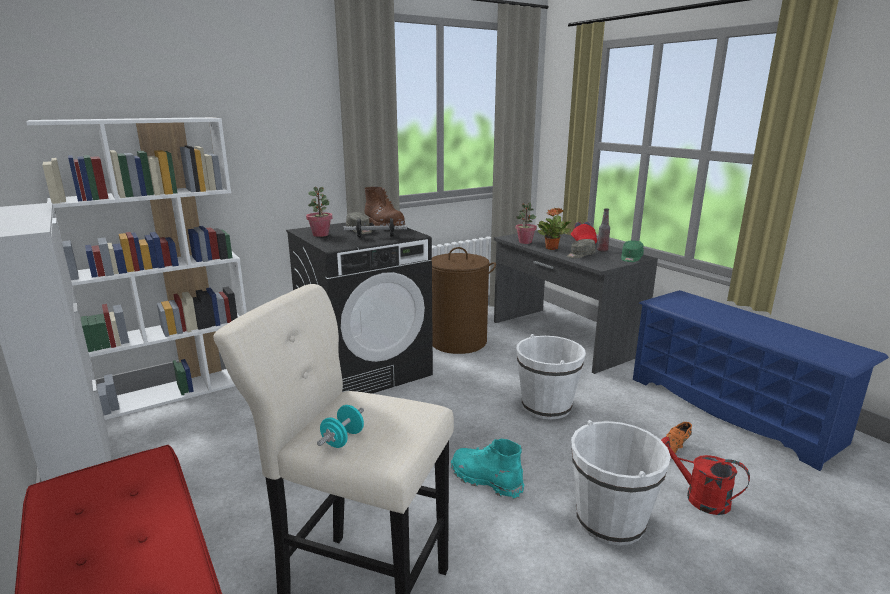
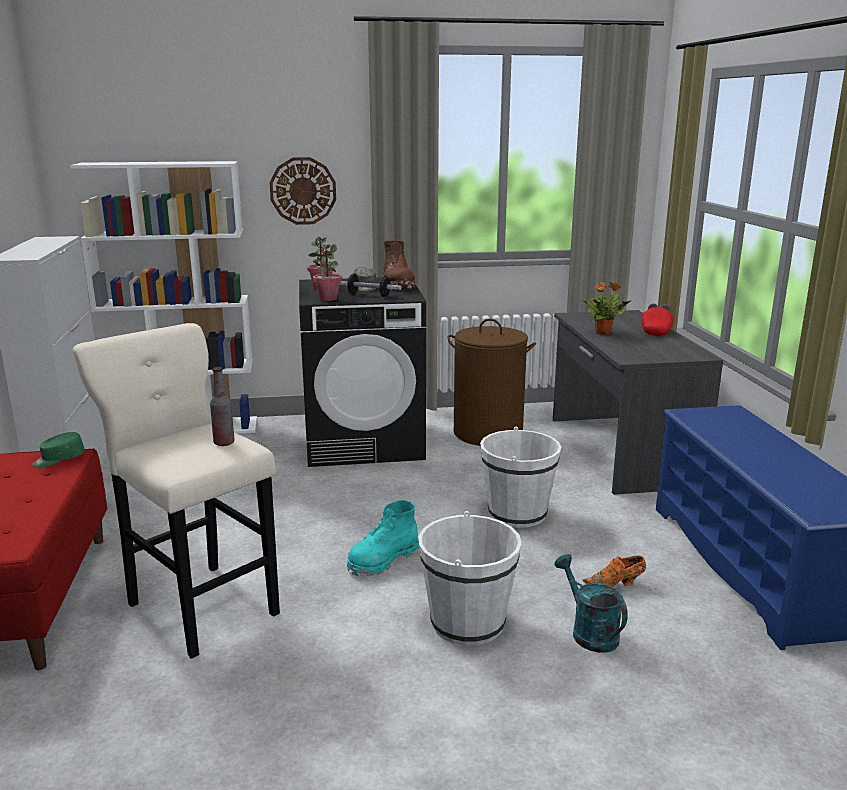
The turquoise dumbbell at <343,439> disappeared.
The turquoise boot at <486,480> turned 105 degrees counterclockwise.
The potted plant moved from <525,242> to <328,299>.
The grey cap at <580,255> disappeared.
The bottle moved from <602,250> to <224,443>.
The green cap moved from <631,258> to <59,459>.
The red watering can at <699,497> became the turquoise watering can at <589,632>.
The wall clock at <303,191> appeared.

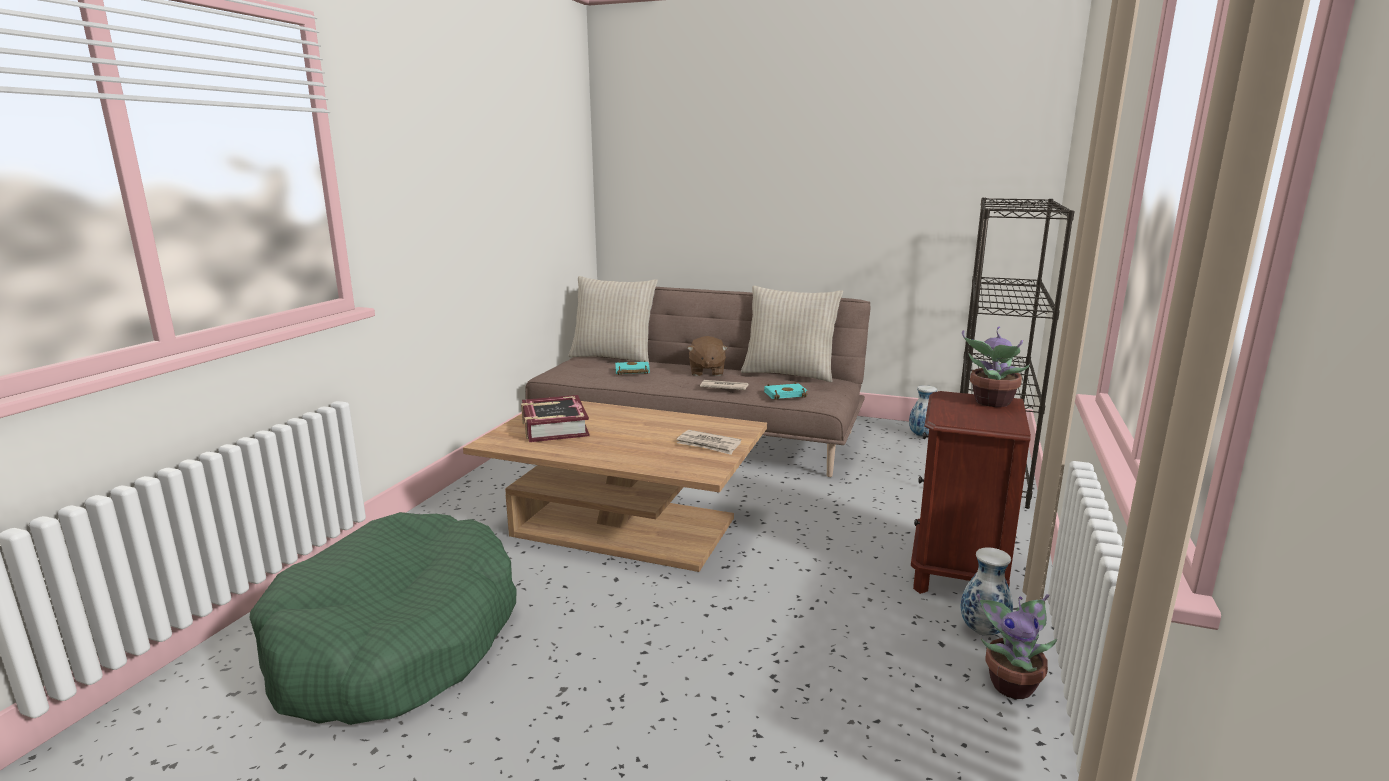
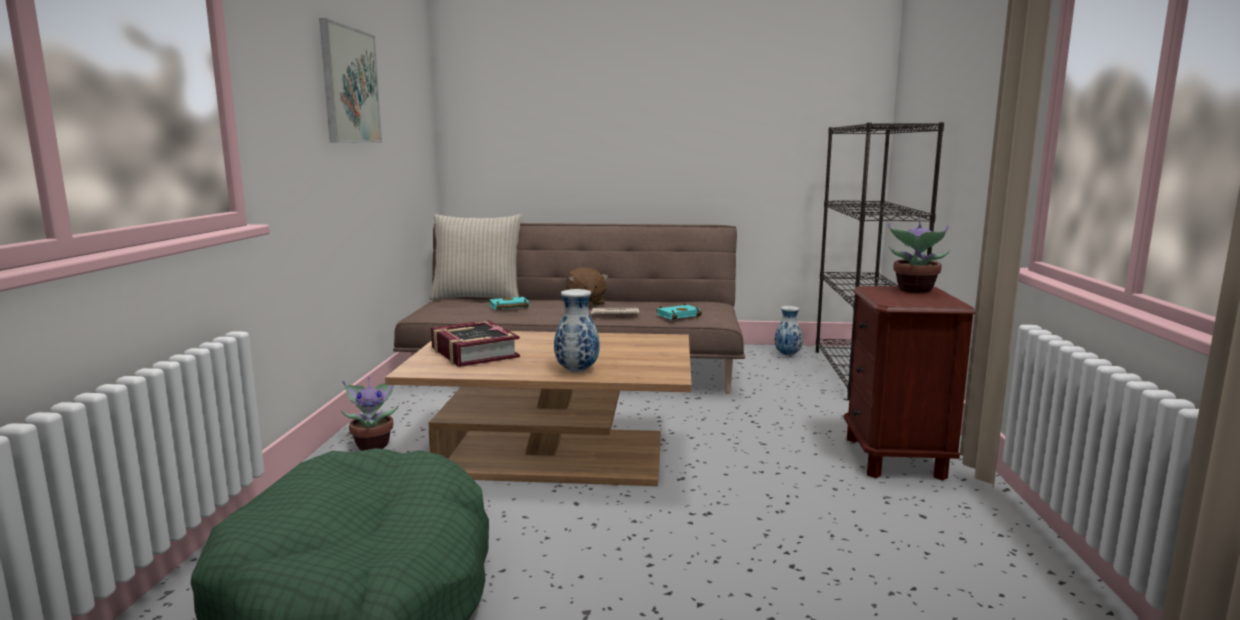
The newspaper at <708,445> disappeared.
The beige pillow at <789,373> disappeared.
The vase moved from <982,630> to <576,370>.
The potted plant moved from <1011,684> to <373,445>.
The picture at <350,86> appeared.

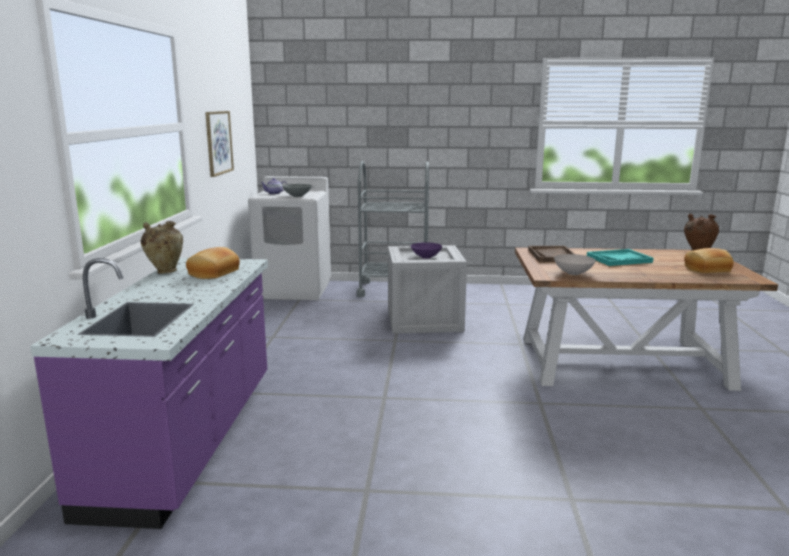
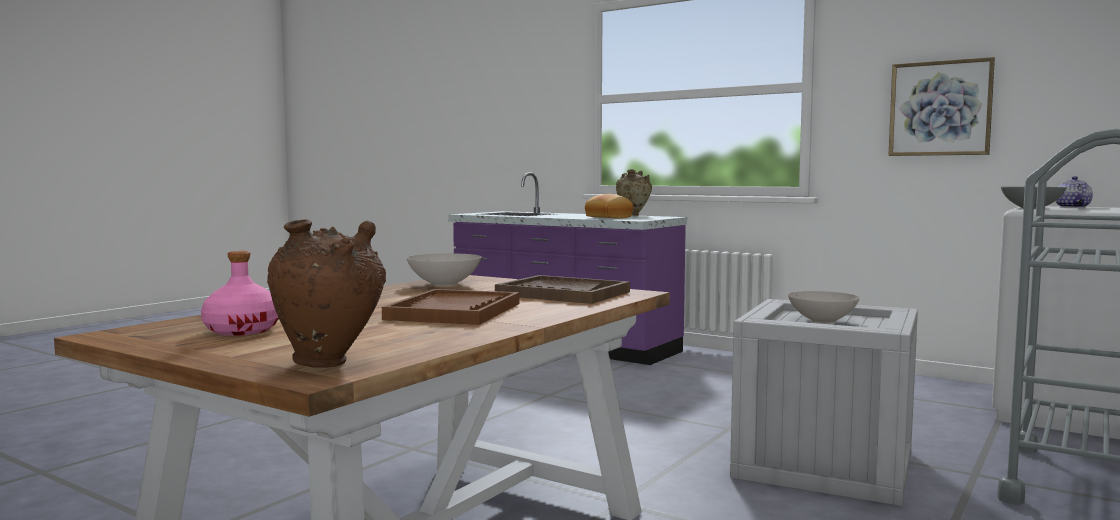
The purple bowl at <425,257> became the white bowl at <822,321>.
The turquoise tray at <619,259> became the brown tray at <454,311>.
The bread at <707,270> was replaced by the pink bottle at <242,330>.

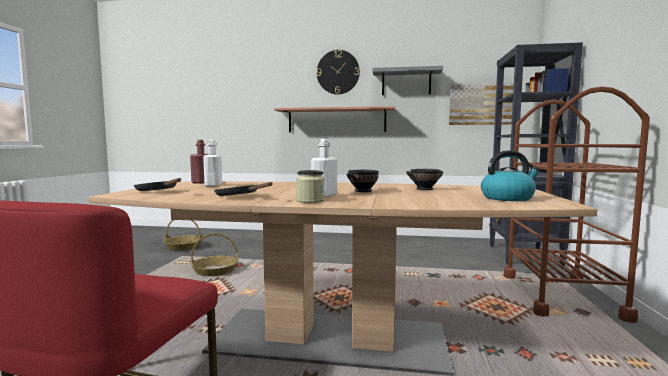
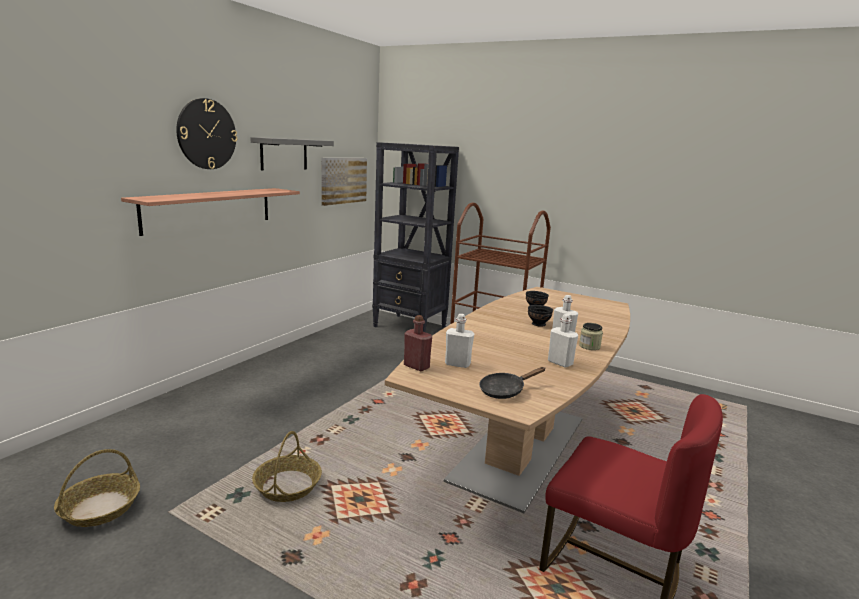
The black frying pan at <240,197> was replaced by the white bottle at <560,363>.
The kettle at <508,198> disappeared.

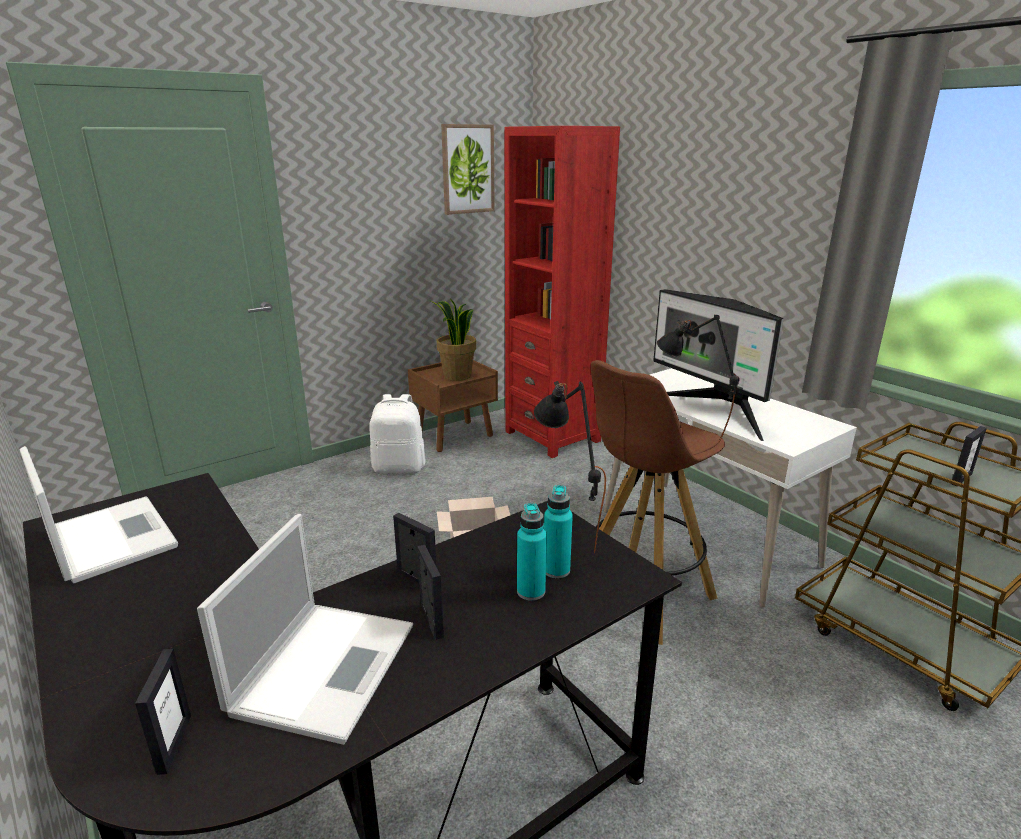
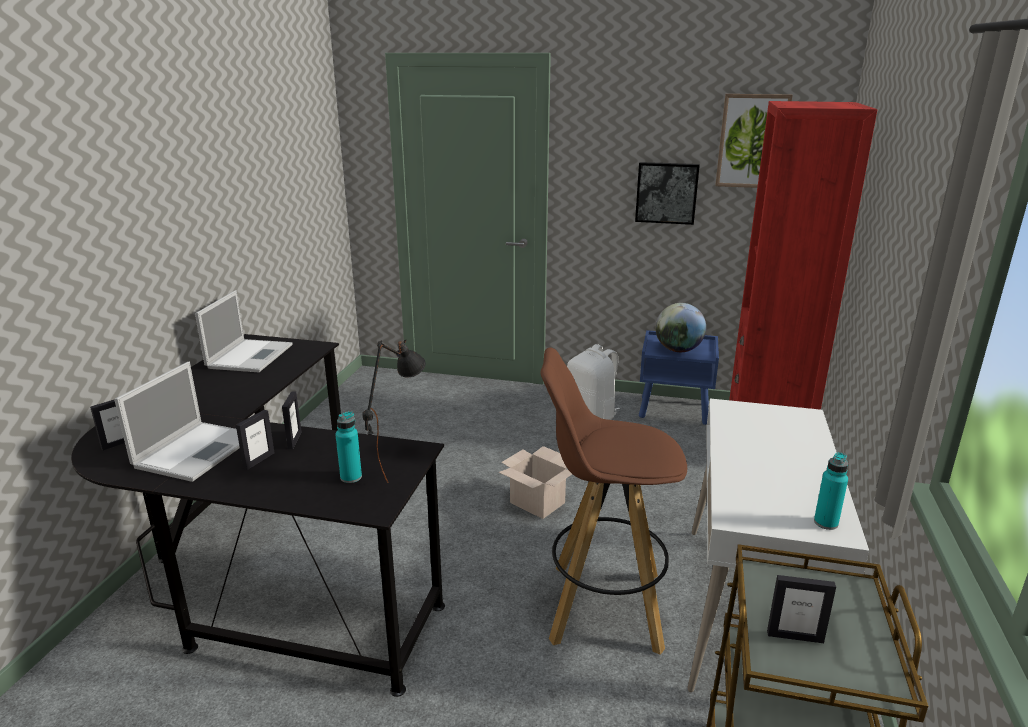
The laptop at <326,665> turned 45 degrees counterclockwise.
The brown nightstand at <455,436> became the blue nightstand at <675,410>.
The potted plant at <457,376> was replaced by the globe at <678,350>.
The turquoise bottle moved from <531,591> to <825,523>.
The monitor at <715,411> disappeared.
The black table lamp at <687,438> disappeared.
The picture at <666,192> appeared.

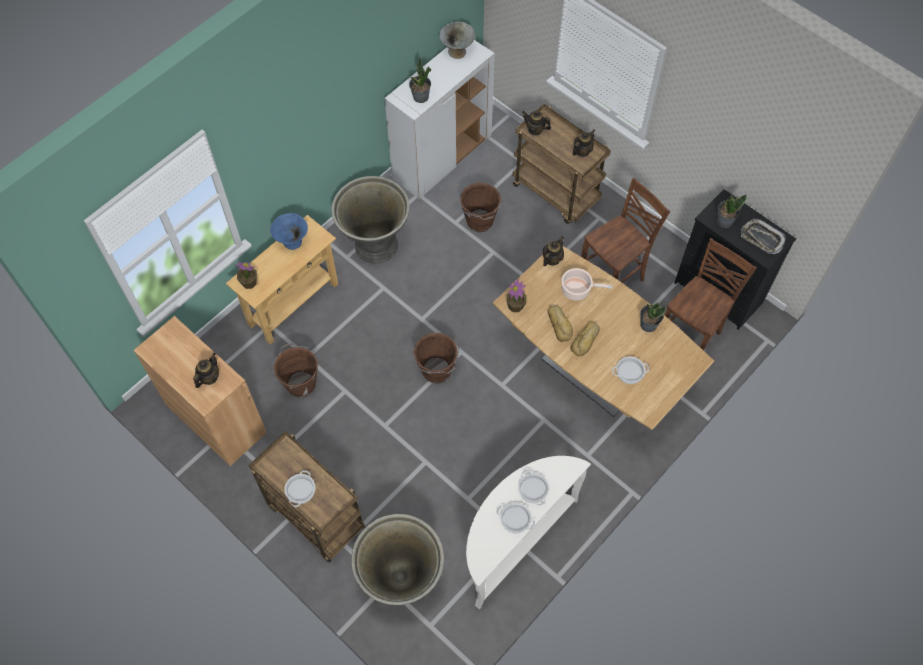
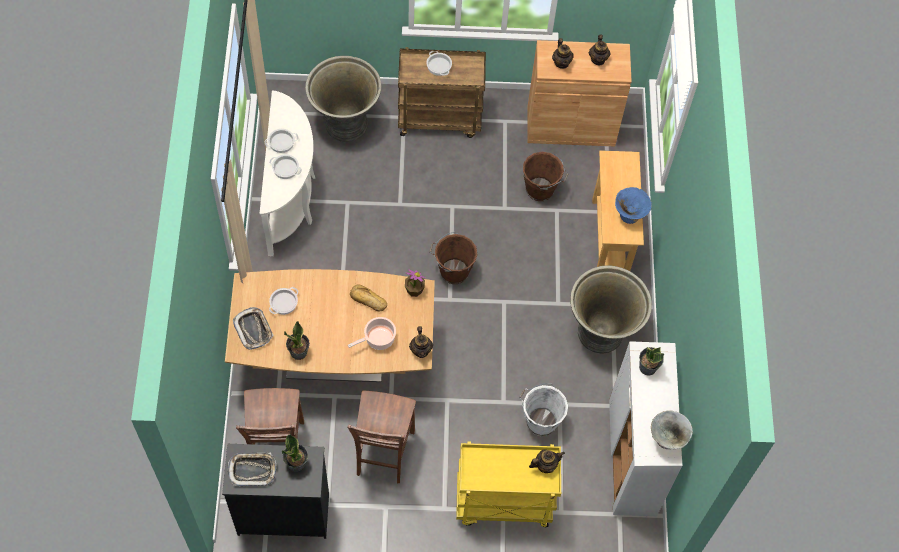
The potted plant at <249,282> disappeared.
The brown bucket at <480,222> became the white bucket at <540,421>.
The brown cart at <556,193> became the yellow cart at <502,503>.
The bread at <586,340> disappeared.
The teapot moved from <582,151> to <598,59>.
The tray at <253,329> appeared.

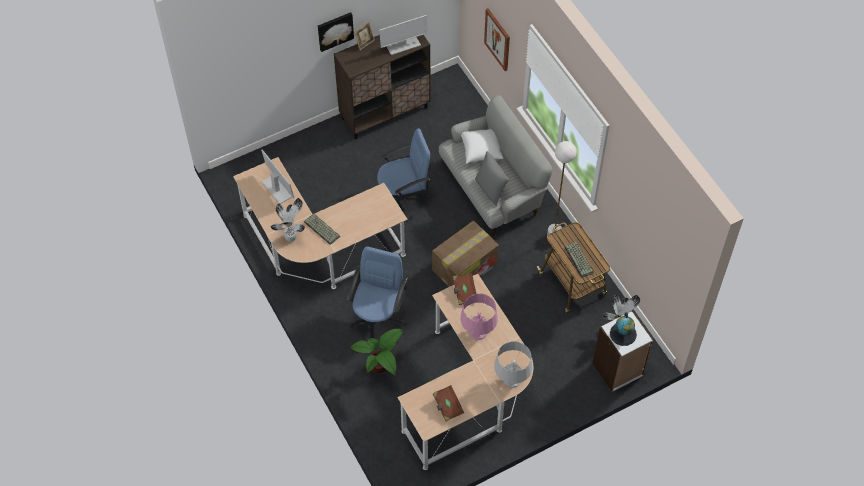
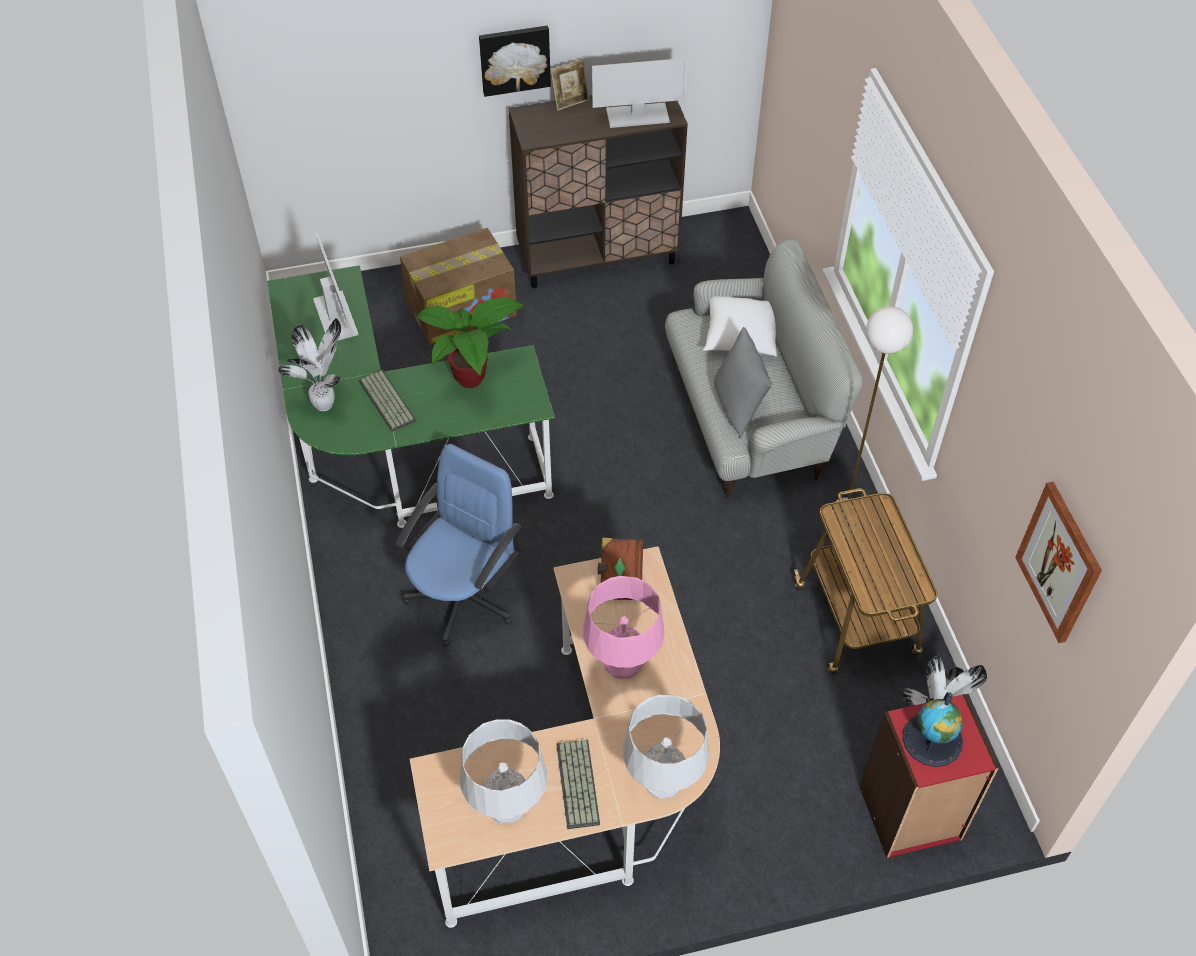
The beige desk at <317,250> became the green desk at <398,455>.
The potted plant moved from <381,369> to <472,382>.
The blue office chair at <404,197> disappeared.
The cardboard box moved from <465,267> to <463,308>.
The brown book at <447,406> was replaced by the grey table lamp at <507,805>.
The picture moved from <498,39> to <1059,562>.
The keyboard moved from <579,260> to <579,784>.
The white bookcase at <618,370> became the red bookcase at <910,814>.

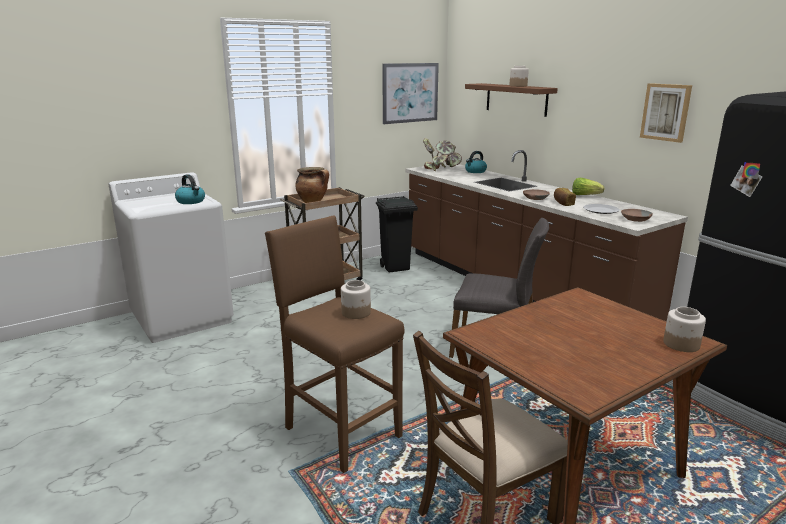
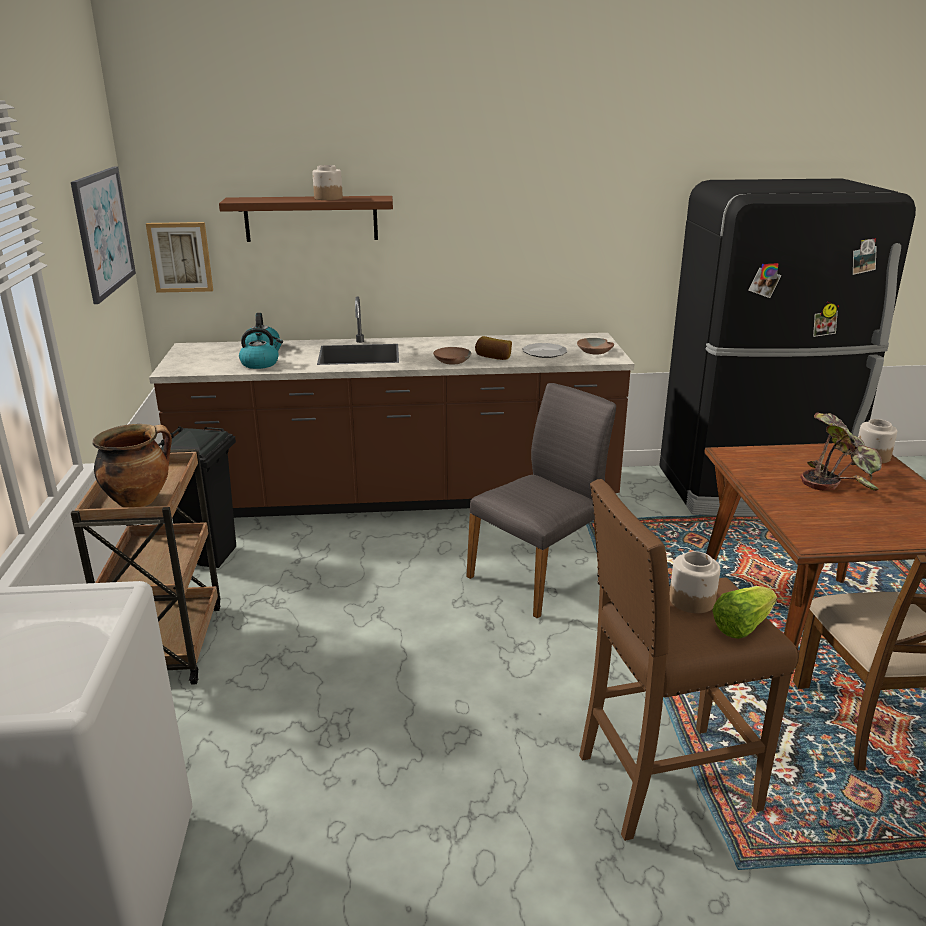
The kettle moved from <191,201> to <260,363>.
The potted plant moved from <440,169> to <839,479>.
The lettuce moved from <585,195> to <741,626>.
The picture moved from <666,112> to <180,257>.

